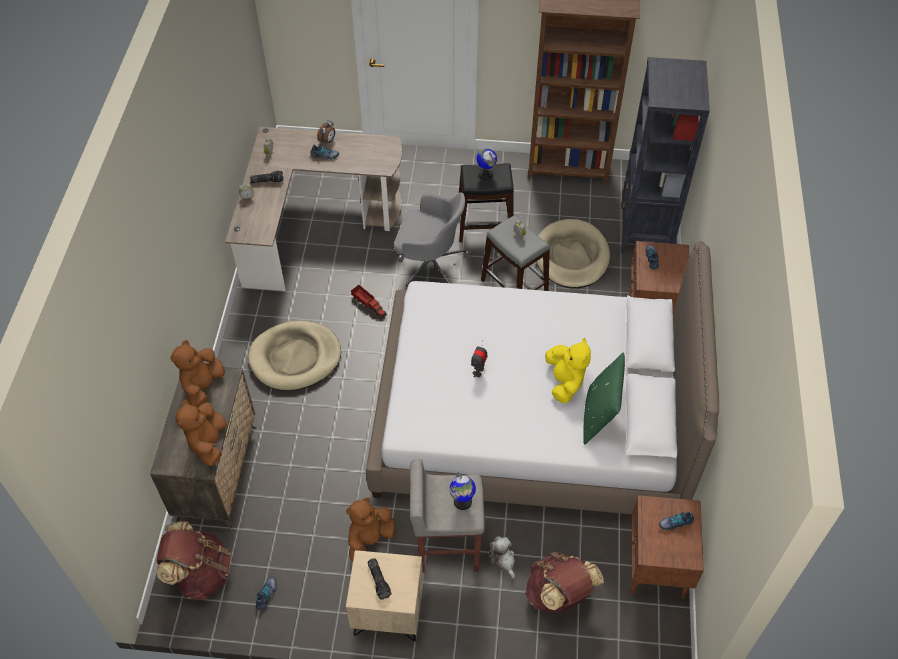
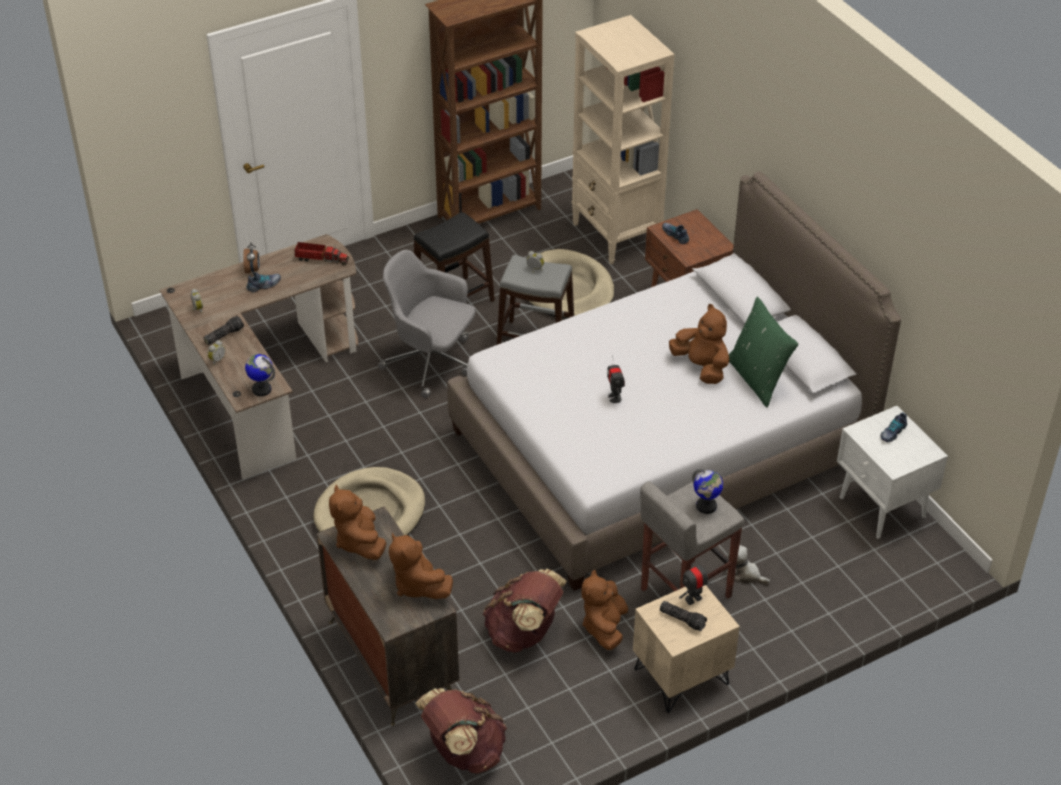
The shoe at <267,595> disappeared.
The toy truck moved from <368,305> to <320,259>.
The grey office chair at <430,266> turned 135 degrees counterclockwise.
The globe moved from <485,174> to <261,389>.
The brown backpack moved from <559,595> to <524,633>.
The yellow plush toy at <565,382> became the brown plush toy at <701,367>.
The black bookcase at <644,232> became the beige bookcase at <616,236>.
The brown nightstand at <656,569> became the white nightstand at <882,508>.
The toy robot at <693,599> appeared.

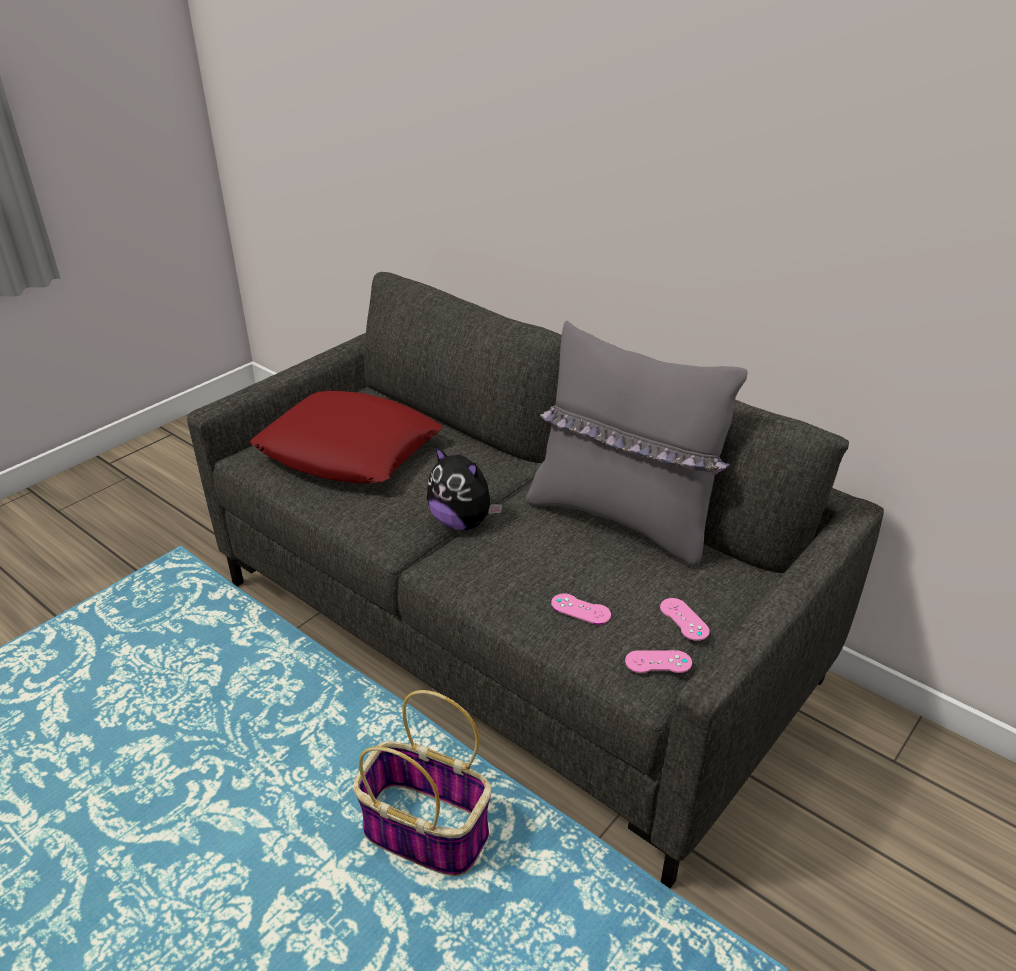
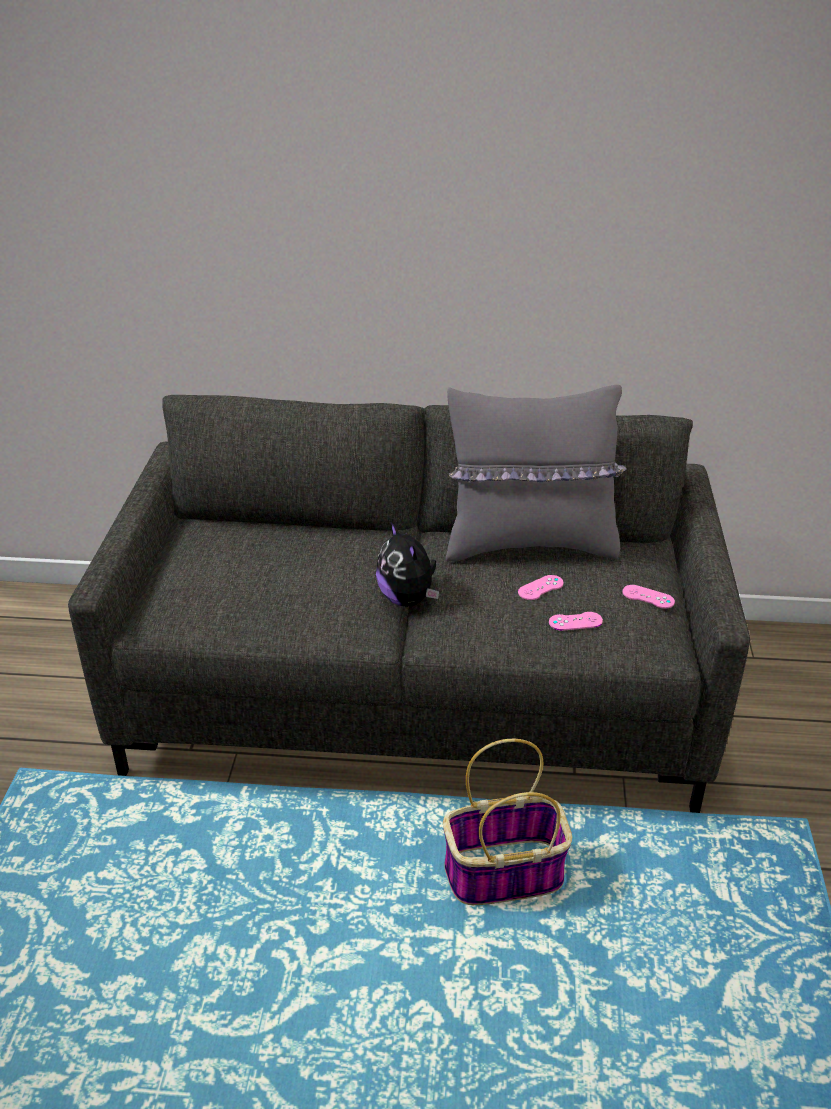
The red pillow at <349,450> disappeared.
The plush toy at <462,522> turned 60 degrees clockwise.
The pink game controller moved from <658,662> to <540,588>.

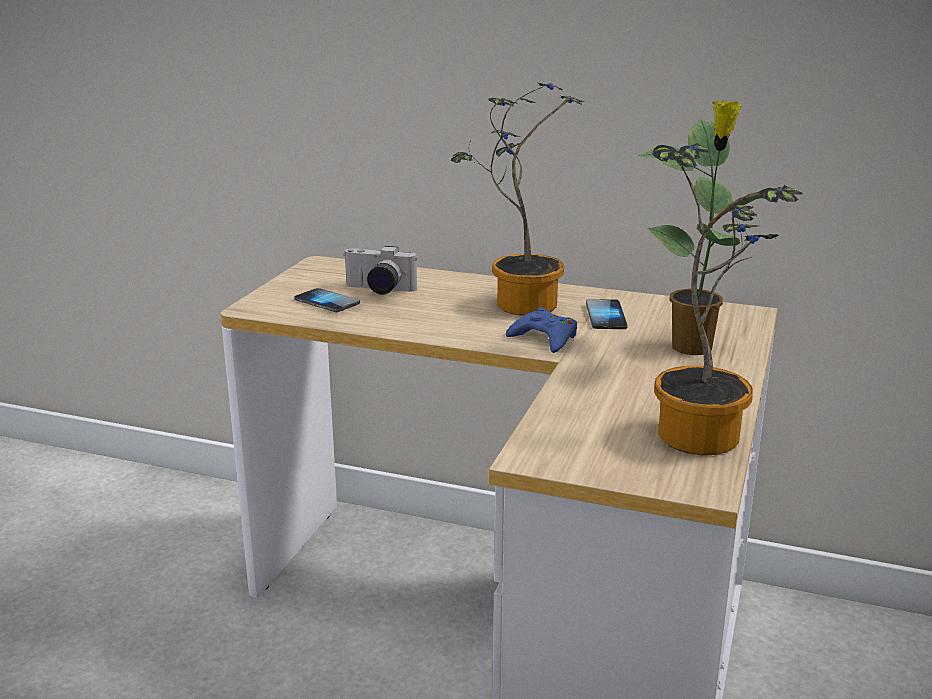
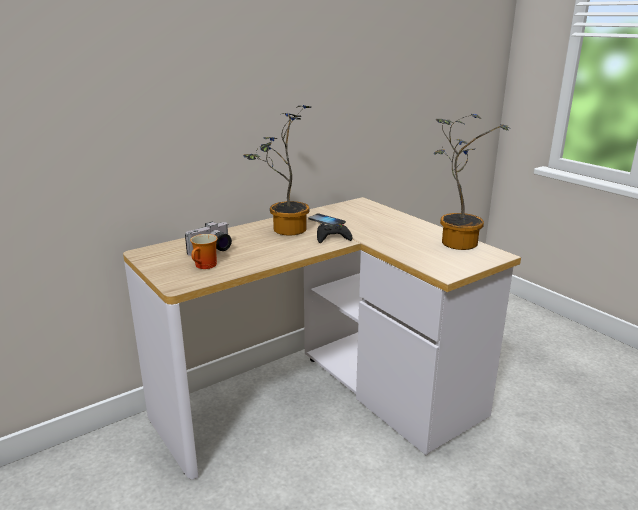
The phone at <327,302> was replaced by the mug at <206,266>.
The blue game controller at <544,338> became the black game controller at <332,237>.
The potted plant at <694,348> disappeared.

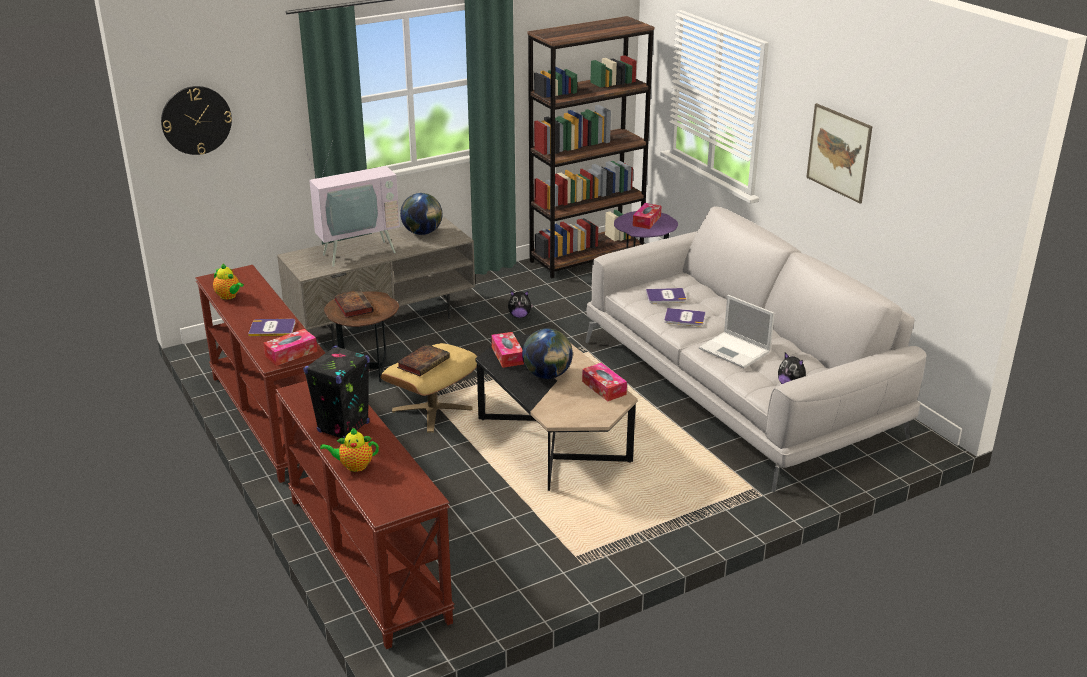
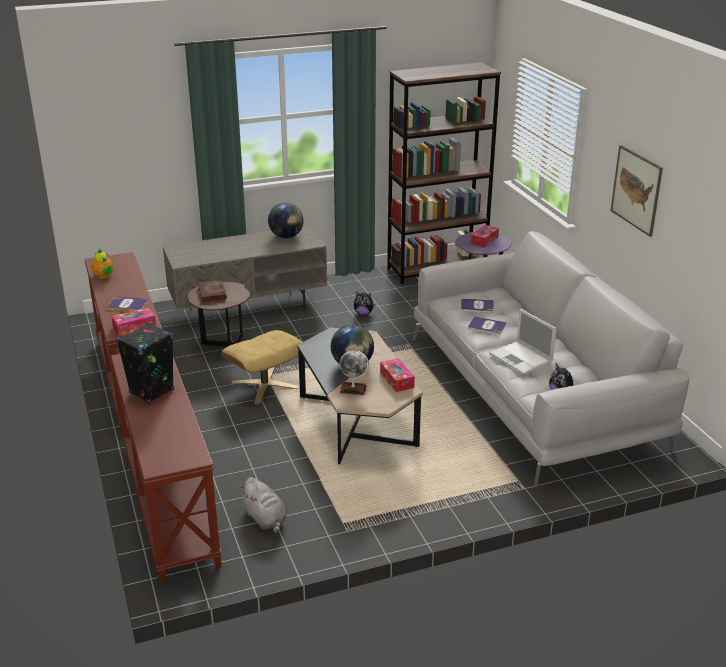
The wall clock at <196,120> disappeared.
The television at <357,251> disappeared.
The teapot at <354,466> disappeared.
The book at <424,362> disappeared.
The tissue box at <507,355> disappeared.
The grey plush toy at <266,519> appeared.
The globe at <353,389> appeared.

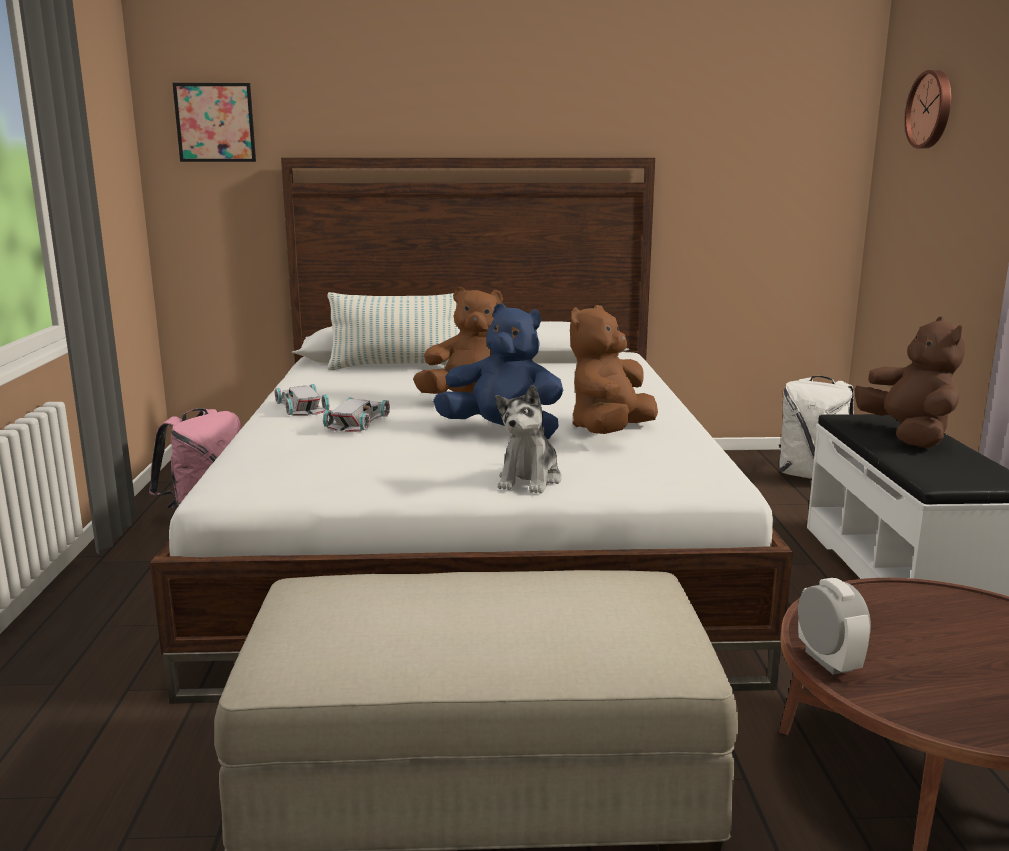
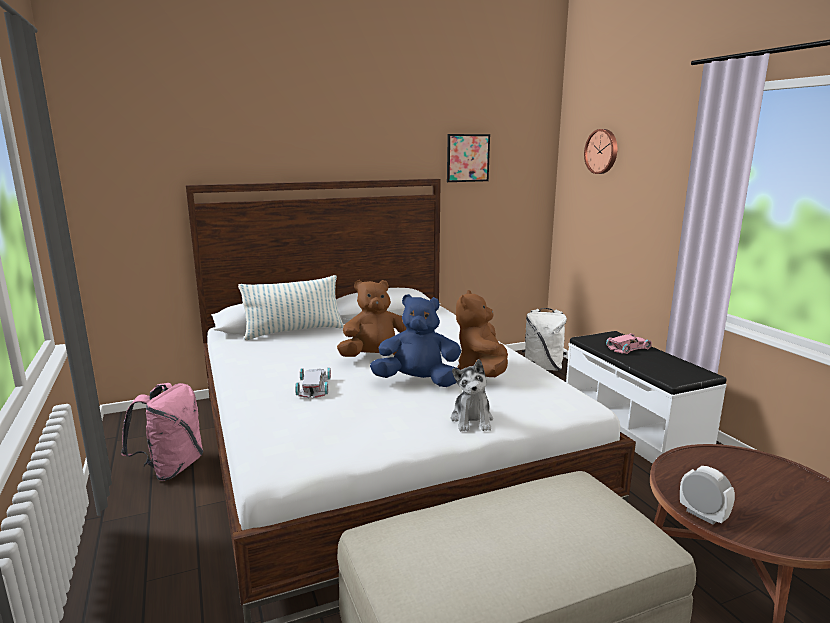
The picture moved from <215,122> to <468,158>.
The white toy car at <302,406> disappeared.
The brown plush toy at <908,436> was replaced by the pink toy car at <629,348>.

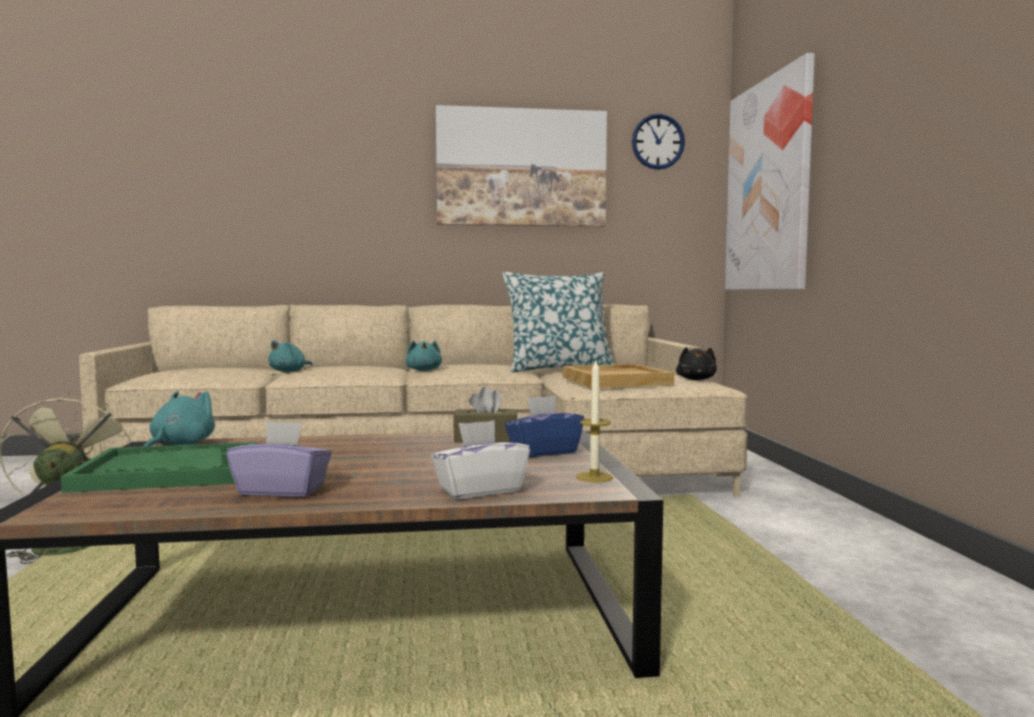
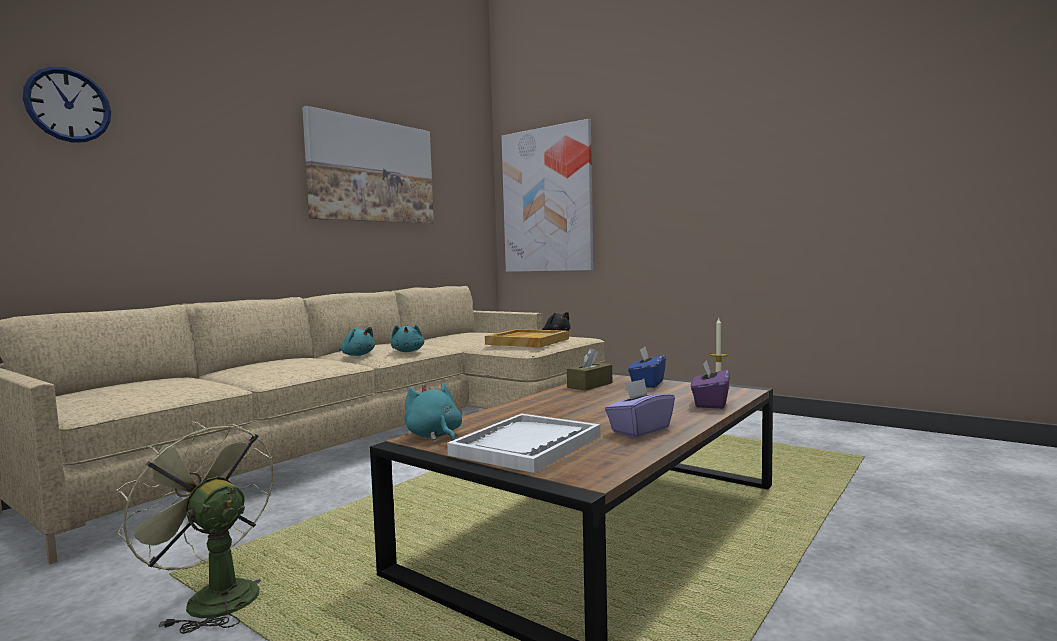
The green tray at <168,472> became the white tray at <527,445>.
The turquoise plush toy moved from <289,371> to <408,351>.
The white tissue box at <479,490> became the purple tissue box at <710,403>.
The pillow at <558,369> disappeared.
The wall clock moved from <658,142> to <68,105>.

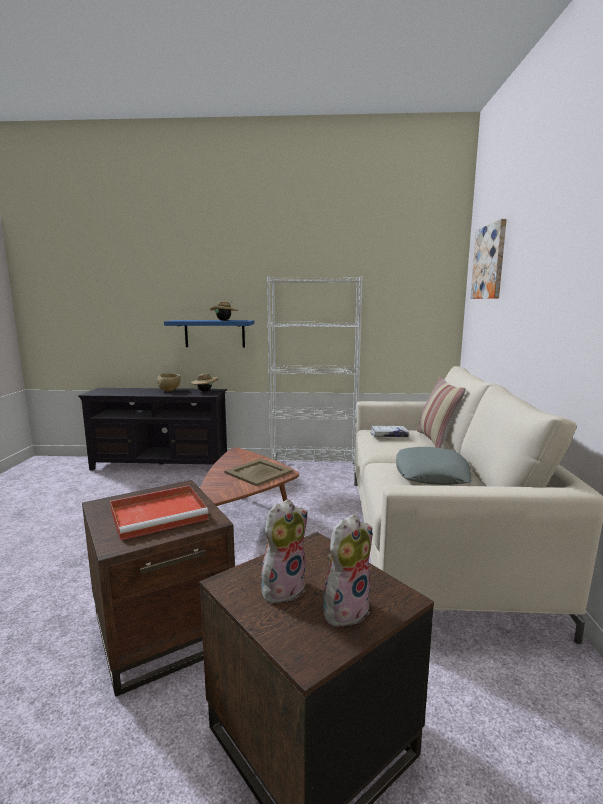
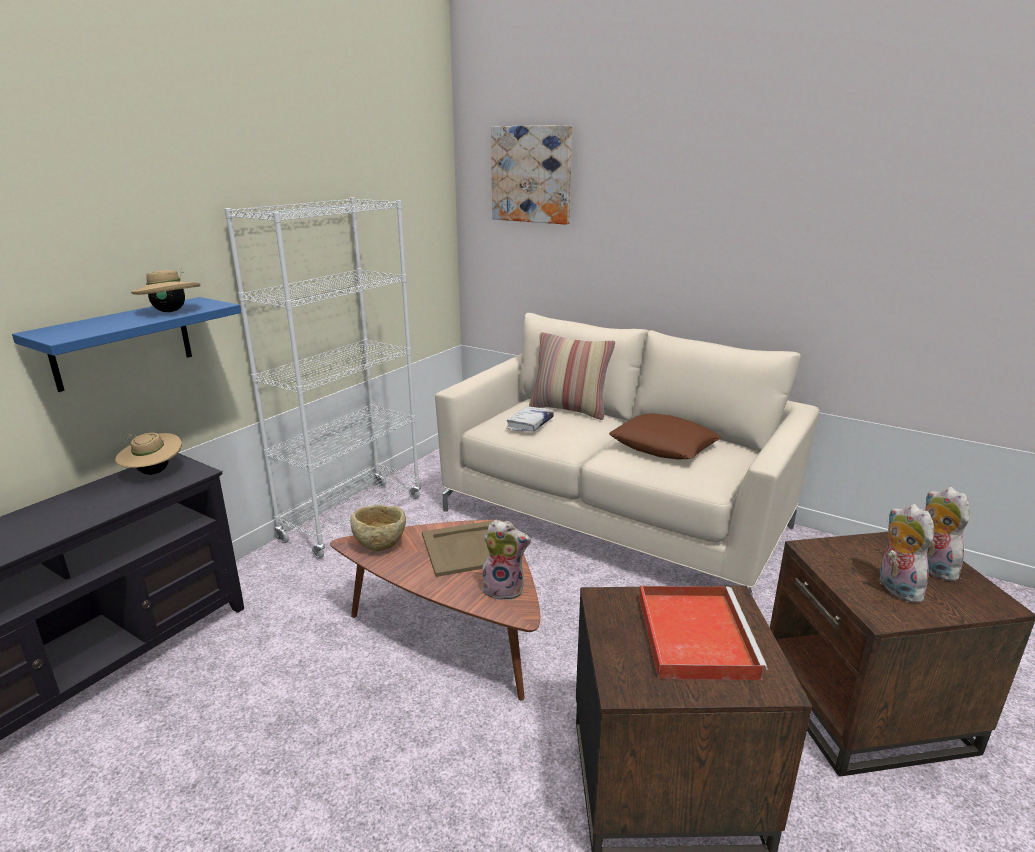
The beige bowl moved from <170,390> to <380,544>.
The grey pillow at <431,474> became the brown pillow at <663,445>.
The plush toy at <504,589> appeared.

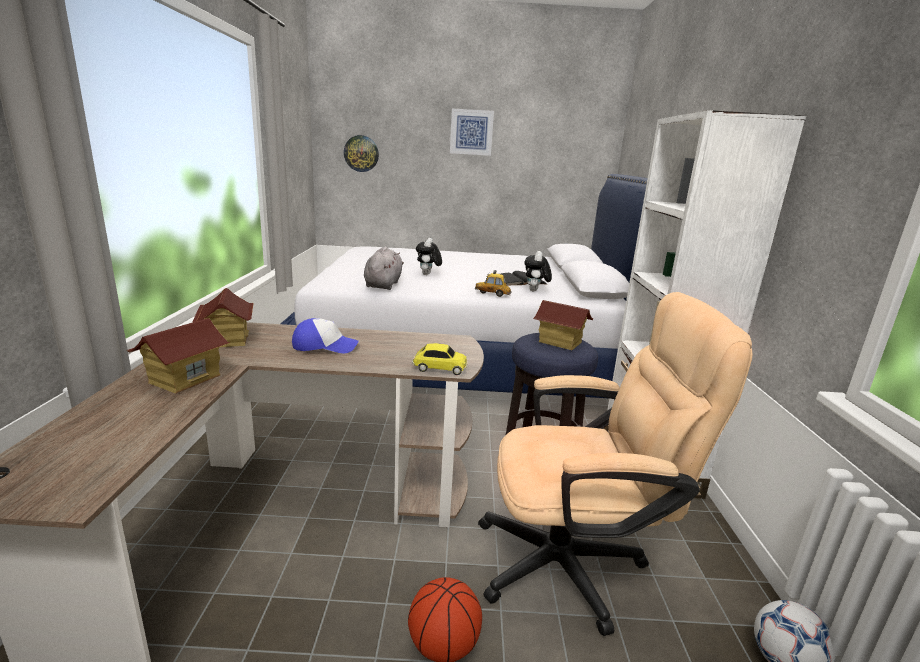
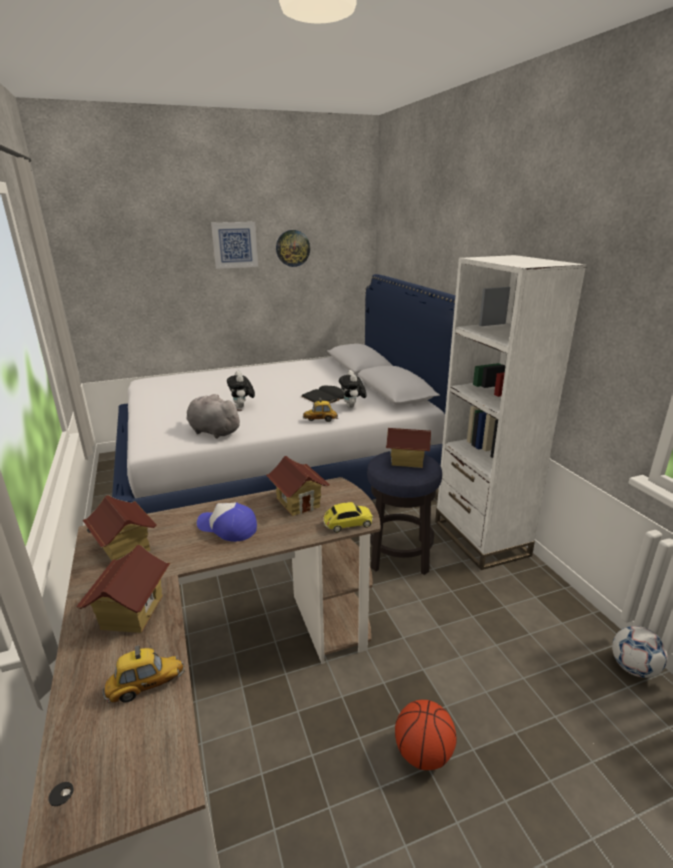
The cap at <325,346> turned 135 degrees counterclockwise.
The wall clock moved from <361,153> to <292,248>.
The grey plush toy at <383,285> turned 45 degrees counterclockwise.
The beige office chair at <576,563> disappeared.
The toy car at <146,686> appeared.
The toy house at <298,503> appeared.

